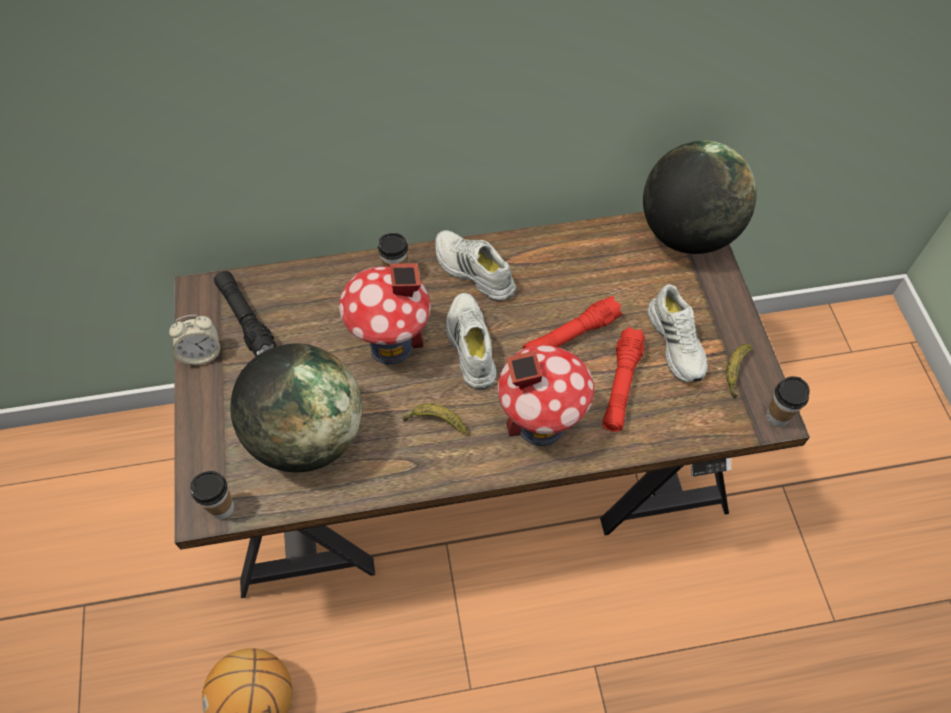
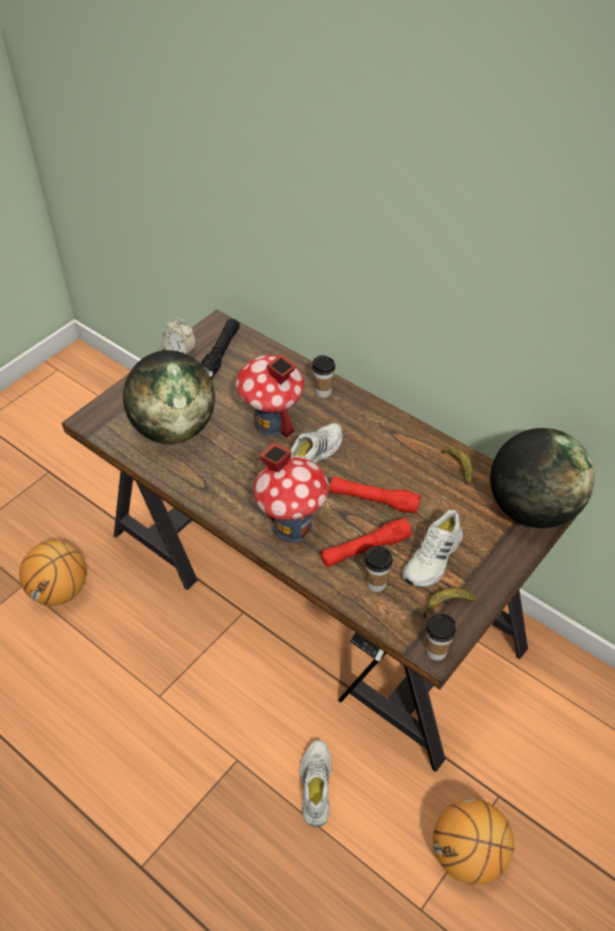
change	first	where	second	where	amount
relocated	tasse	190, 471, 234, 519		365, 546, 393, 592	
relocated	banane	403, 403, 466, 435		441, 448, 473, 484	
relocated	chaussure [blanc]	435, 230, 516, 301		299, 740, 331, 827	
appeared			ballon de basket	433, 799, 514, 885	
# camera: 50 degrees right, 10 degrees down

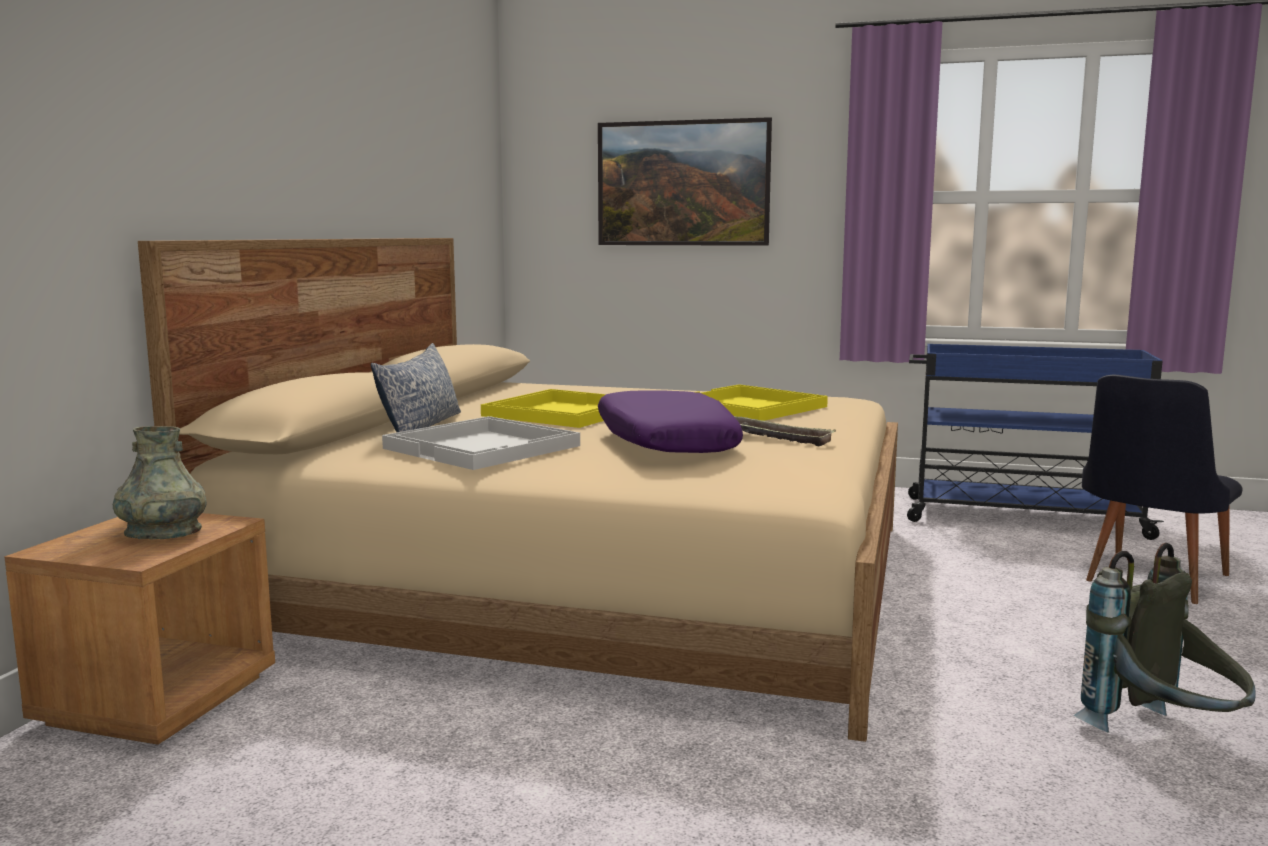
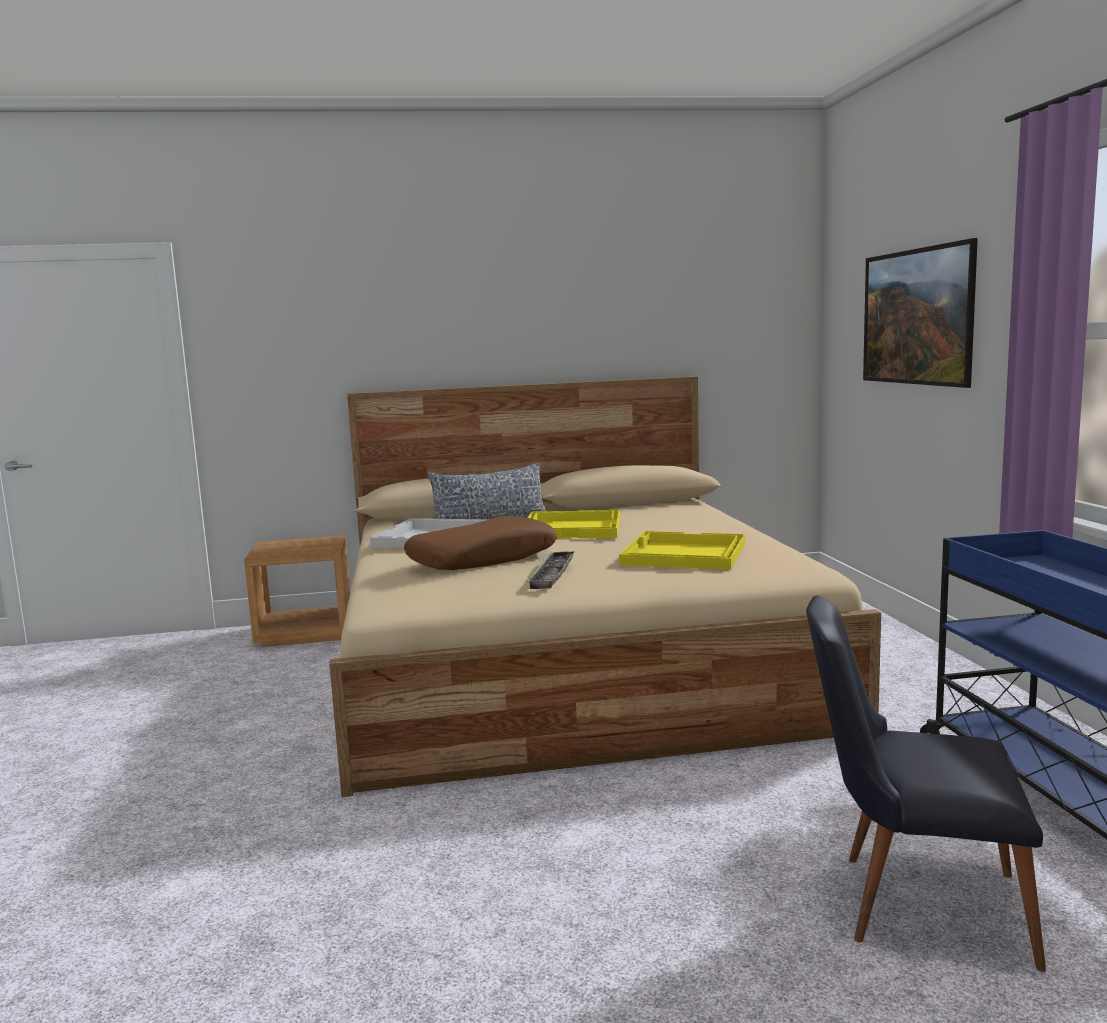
change	first	where	second	where	amount
missing	vase [gris]	113, 426, 207, 540			
colour	coussin [violet]	598, 390, 743, 453	coussin [marron]	404, 516, 556, 570	
missing	sac à dos [gris]	1074, 543, 1256, 733			
# camera: 65 degrees right, 0 degrees up

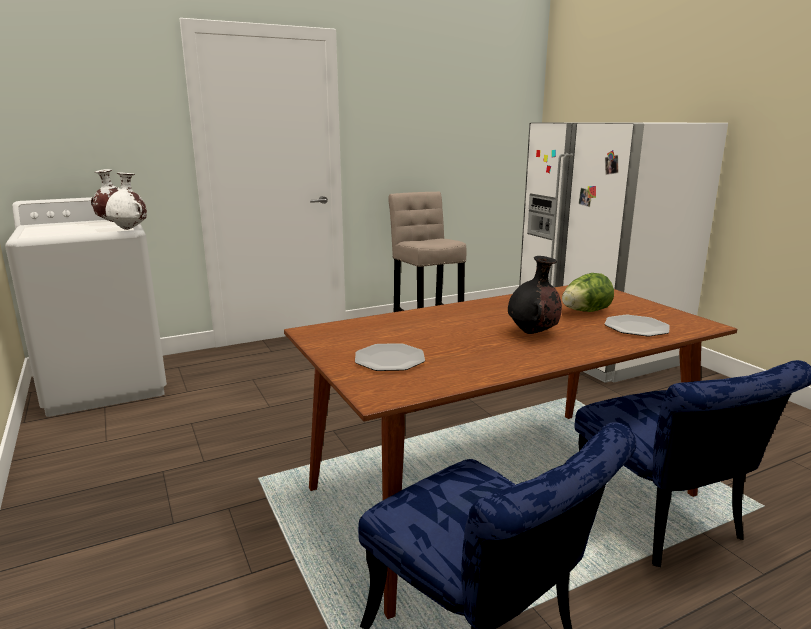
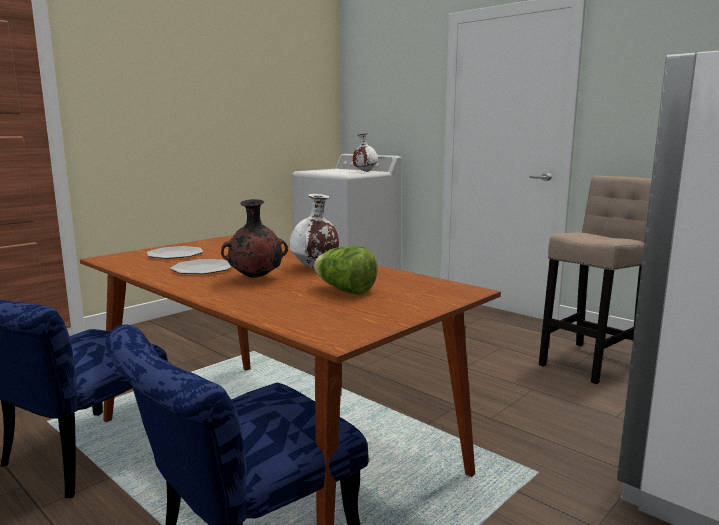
change	first	where	second	where	amount
relocated	vase [blanc]	106, 172, 147, 230		289, 194, 339, 268	
relocated	assiette	605, 315, 670, 336		170, 259, 232, 274	
# camera: 70 degrees right, 5 degrees down

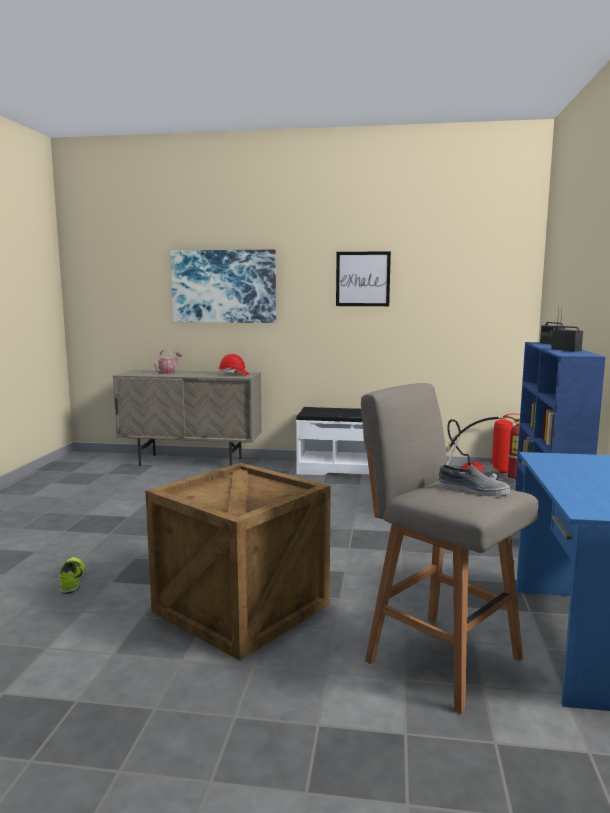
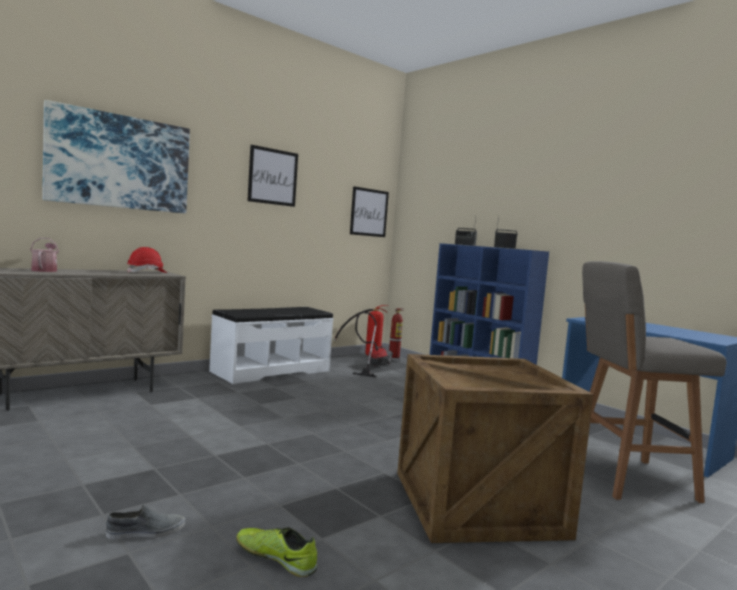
change	first	where	second	where	amount
relocated	chaussure [gris]	438, 464, 510, 496		106, 505, 185, 539	
appeared			tableau	350, 186, 389, 237	
# camera: 50 degrees left, 5 degrees down

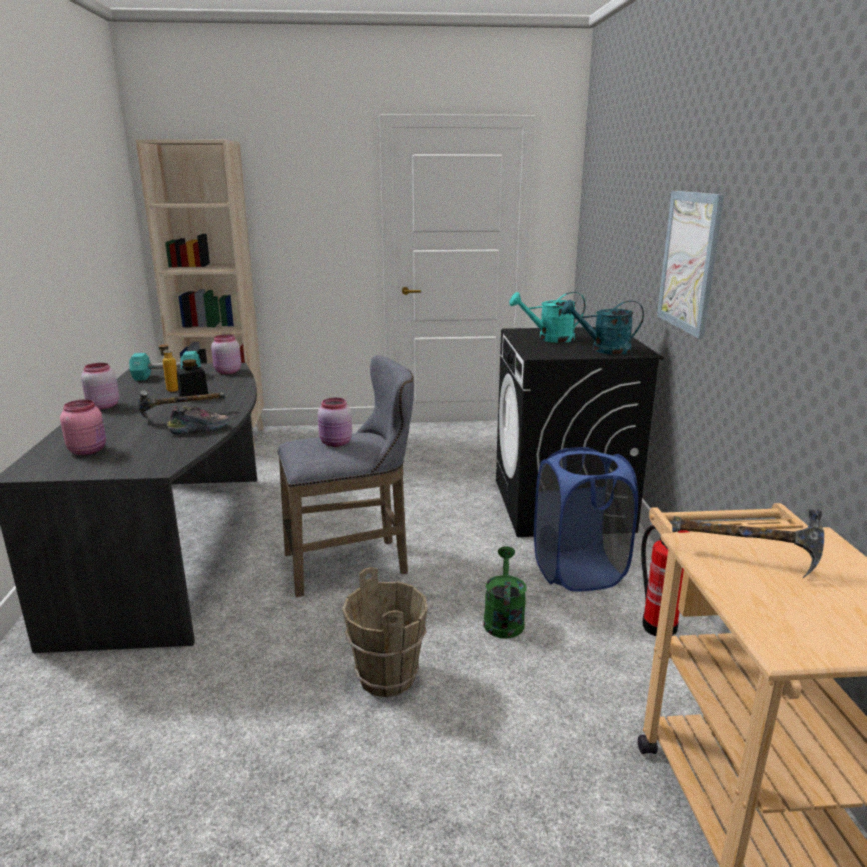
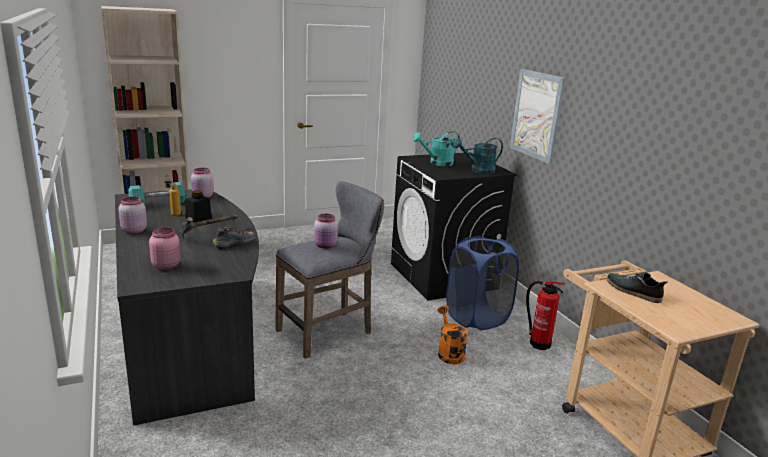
change	first	where	second	where	amount
missing	seau [marron]	342, 567, 428, 697			
colour	arrosoir [vert]	483, 546, 527, 639	arrosoir [orange]	438, 305, 468, 364	
exchanged	marteau	672, 509, 824, 578	chaussure	607, 272, 667, 303	
# camera: 20 degrees left, 0 degrees up

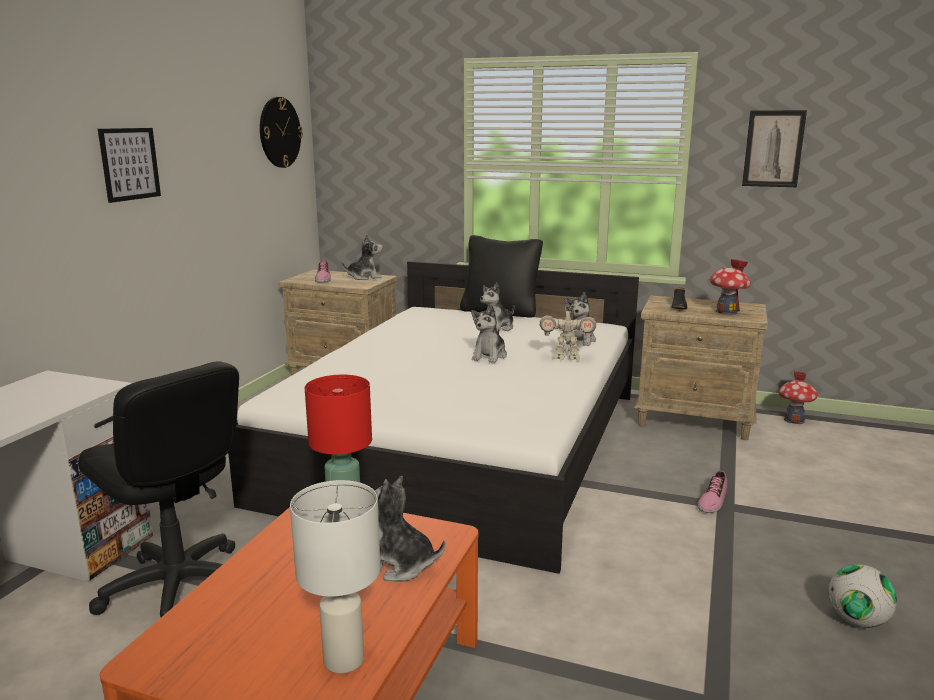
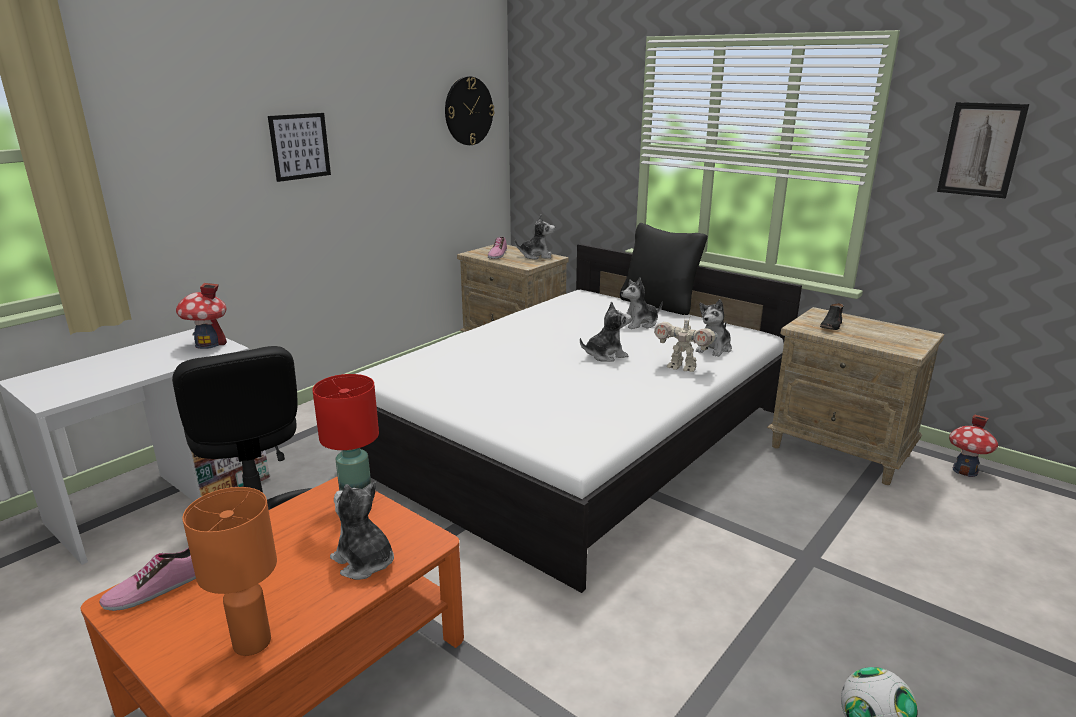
change	first	where	second	where	amount
colour	lampe de table [blanc]	290, 480, 380, 673	lampe de table [orange]	183, 487, 277, 656	
spun	peluche	471, 305, 507, 363		580, 302, 631, 362	150 degrees counterclockwise
relocated	chaussure	697, 471, 727, 513		99, 547, 196, 611	
relocated	maison miniature	710, 259, 751, 315		176, 283, 227, 349	
# camera: 20 degrees right, 5 degrees up

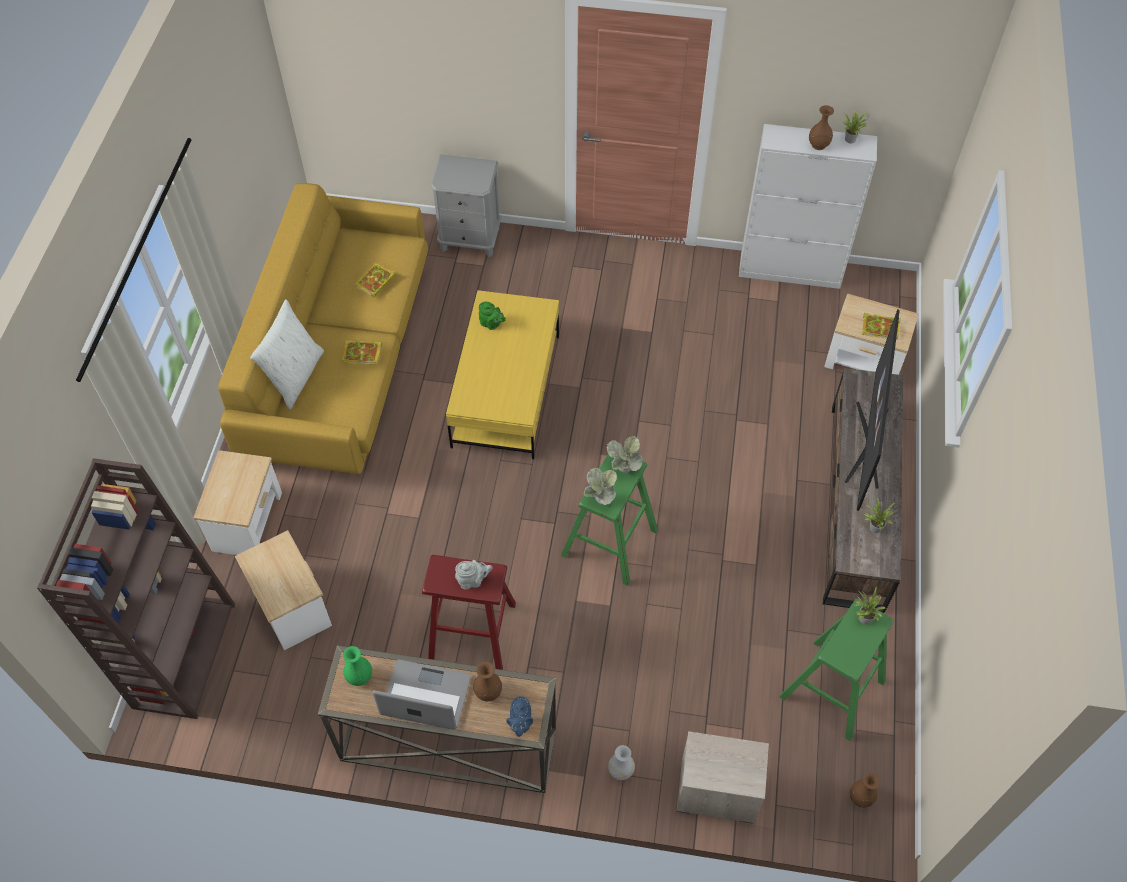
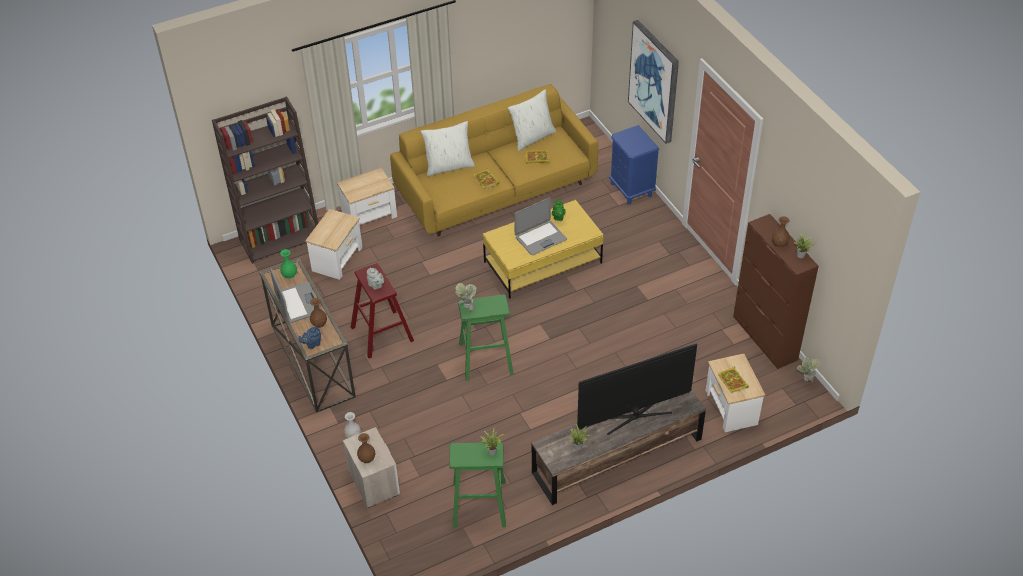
change	first	where	second	where	amount
colour	table de chevet [gris]	430, 154, 502, 257	table de chevet [bleu]	609, 125, 659, 205	
relocated	plante en pot	607, 436, 643, 473		797, 357, 820, 382	
colour	meuble de rangement [blanc]	739, 124, 877, 289	meuble de rangement [marron]	733, 214, 819, 369	
relocated	vase [marron]	850, 773, 880, 808		357, 433, 375, 463	
appeared			coussin [blanc]	508, 89, 556, 151	
appeared			ordinateur portable	514, 197, 567, 255	
appeared			tableau	628, 20, 679, 144	
# camera: 55 degrees right, 10 degrees down

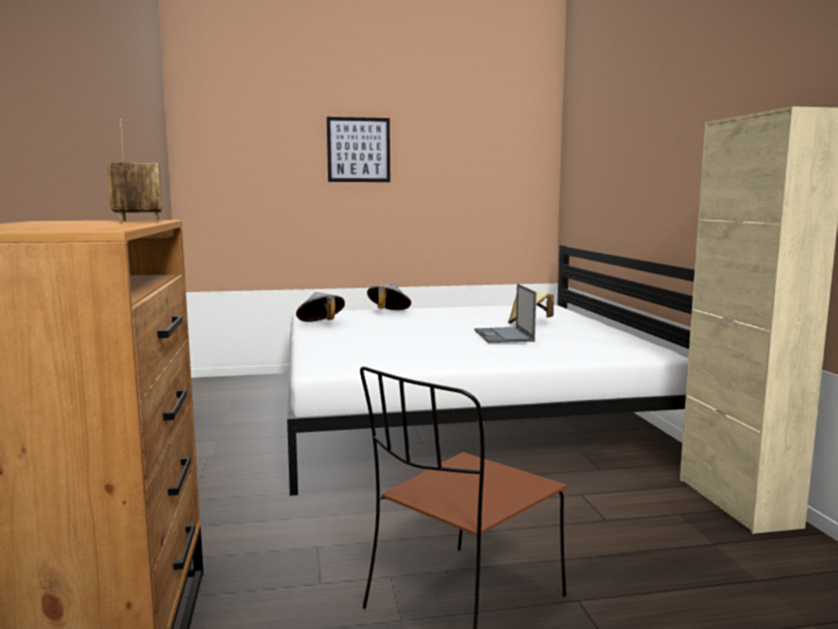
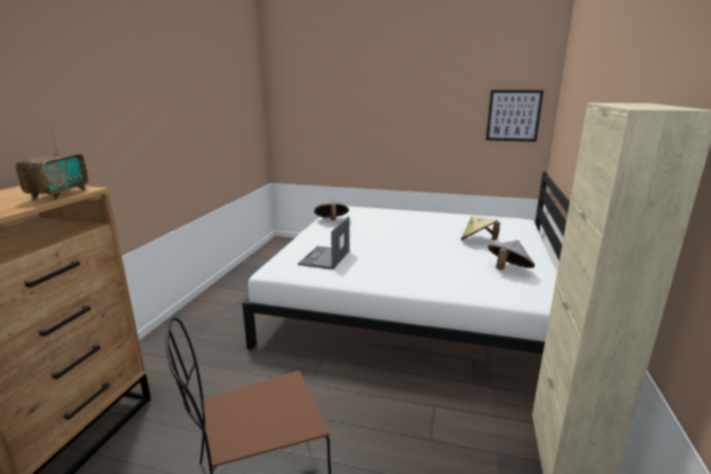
change	first	where	second	where	amount
relocated	tableau	327, 117, 390, 182		486, 90, 544, 142	
relocated	chapeau [gris]	367, 283, 411, 310		488, 240, 535, 270	
relocated	ordinateur portable	474, 284, 536, 343		298, 216, 350, 270	
# camera: 25 degrees right, 10 degrees up

